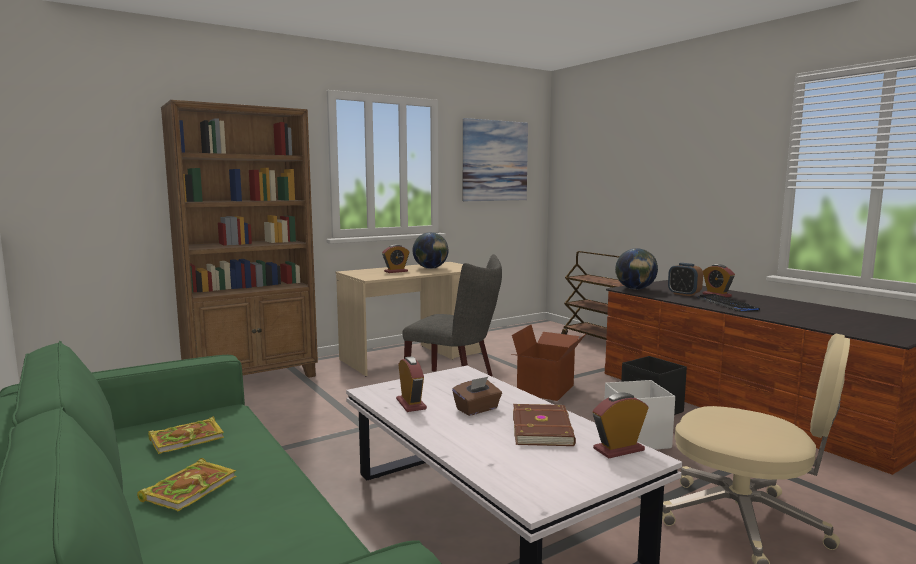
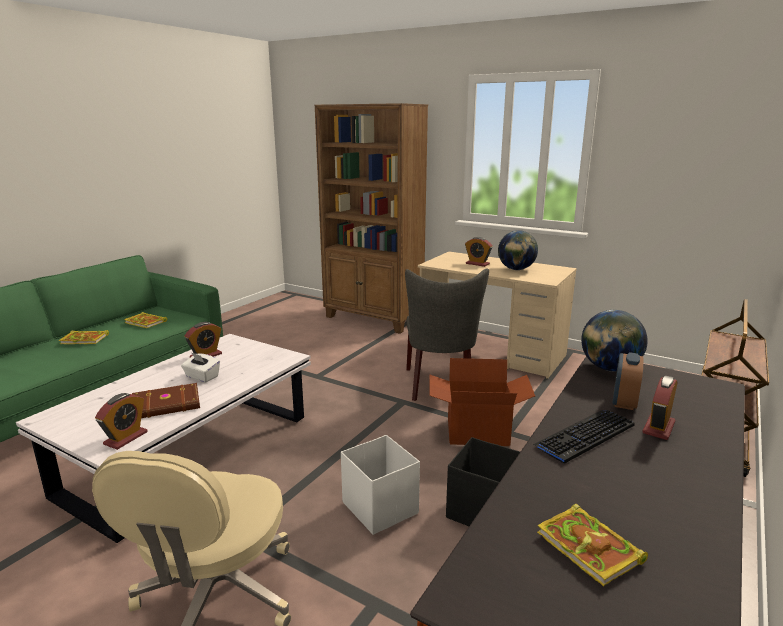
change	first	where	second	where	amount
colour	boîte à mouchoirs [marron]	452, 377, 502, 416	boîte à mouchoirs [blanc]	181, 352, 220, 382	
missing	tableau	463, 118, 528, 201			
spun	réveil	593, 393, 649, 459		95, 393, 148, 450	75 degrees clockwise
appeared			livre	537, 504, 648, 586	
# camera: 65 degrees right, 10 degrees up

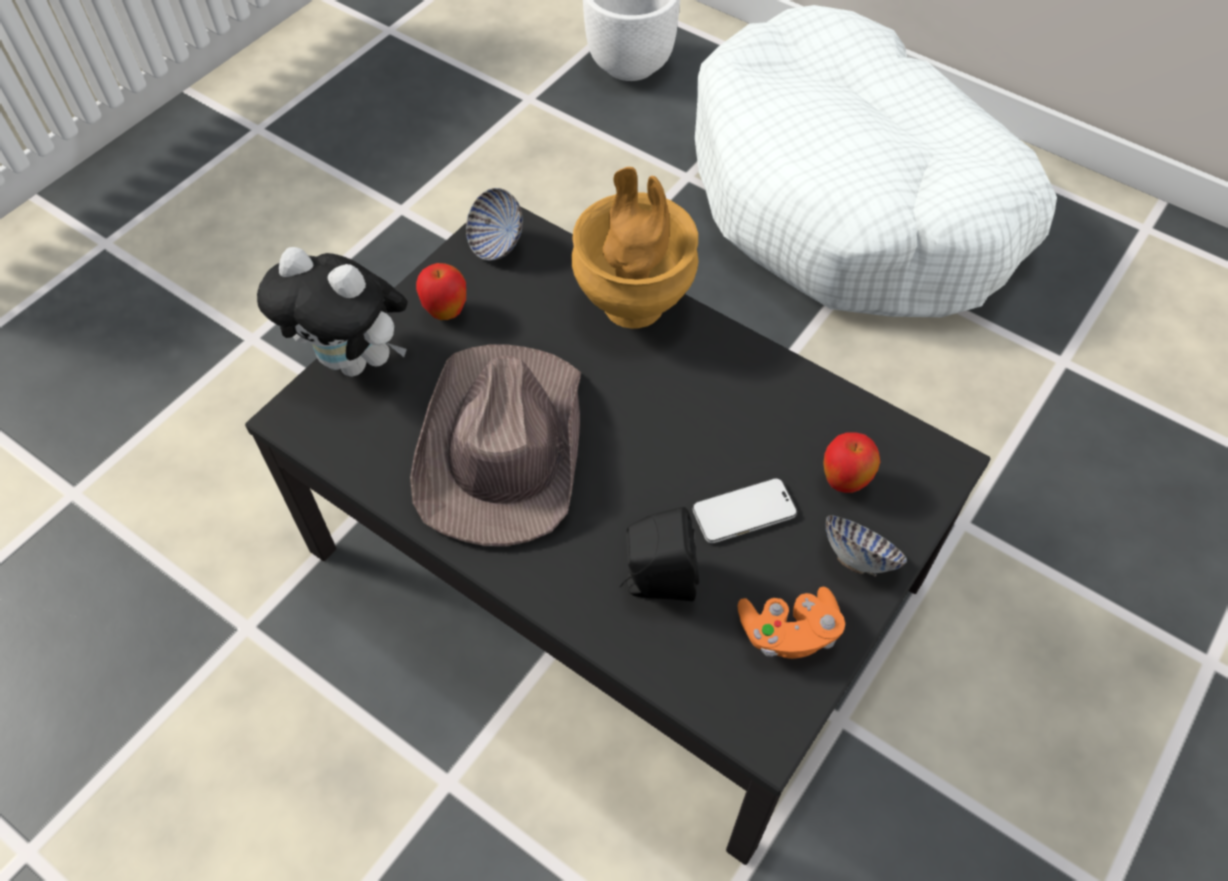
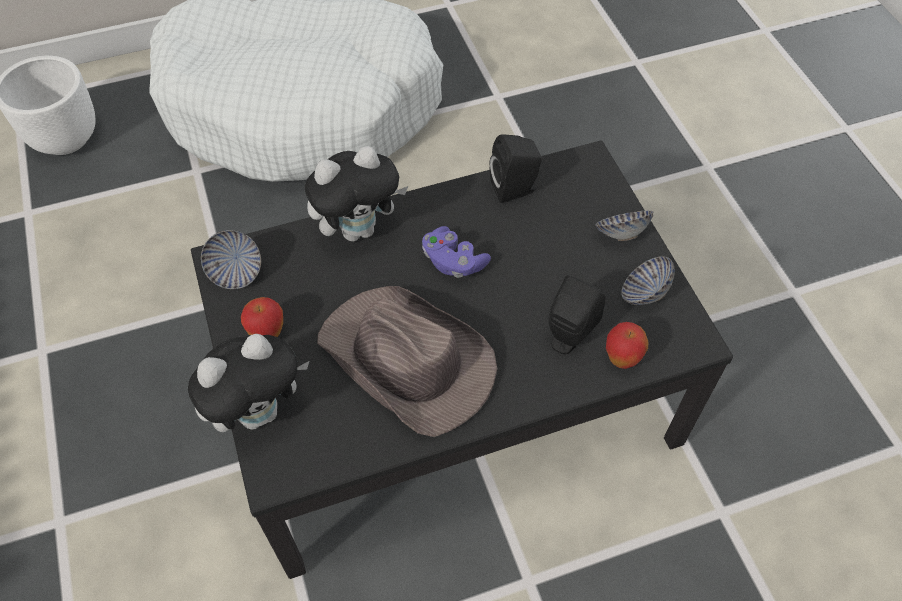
change	first	where	second	where	amount
exchanged	vase [marron]	572, 167, 698, 329	peluche	305, 146, 408, 241	
missing	téléphone	693, 478, 797, 543			
exchanged	manette [orange]	738, 587, 845, 659	bol	621, 256, 675, 305	
relocated	pomme	823, 432, 880, 493		606, 322, 648, 369	
appeared			manette [violet]	422, 226, 491, 278	
appeared			enceinte [noir]	490, 135, 542, 203	
# camera: 55 degrees left, 0 degrees up

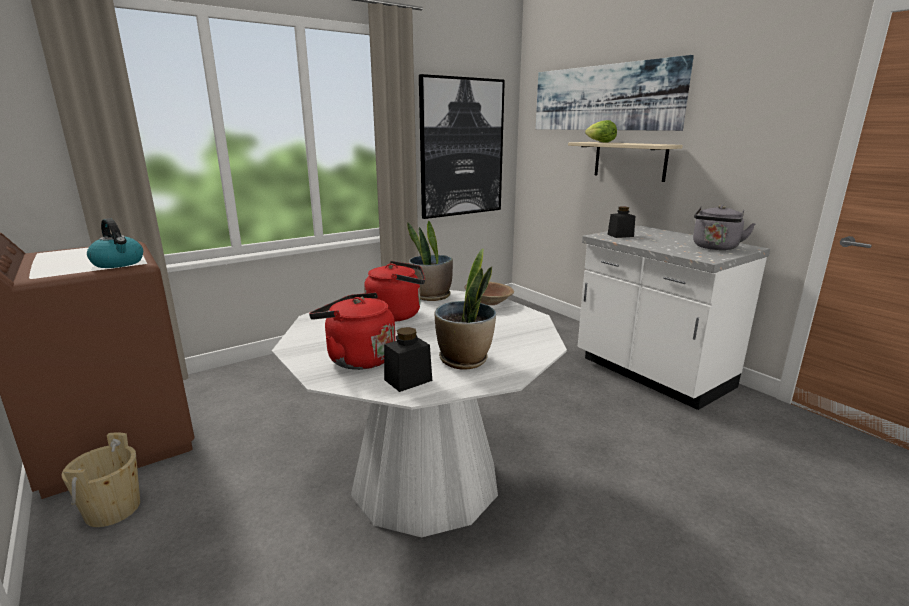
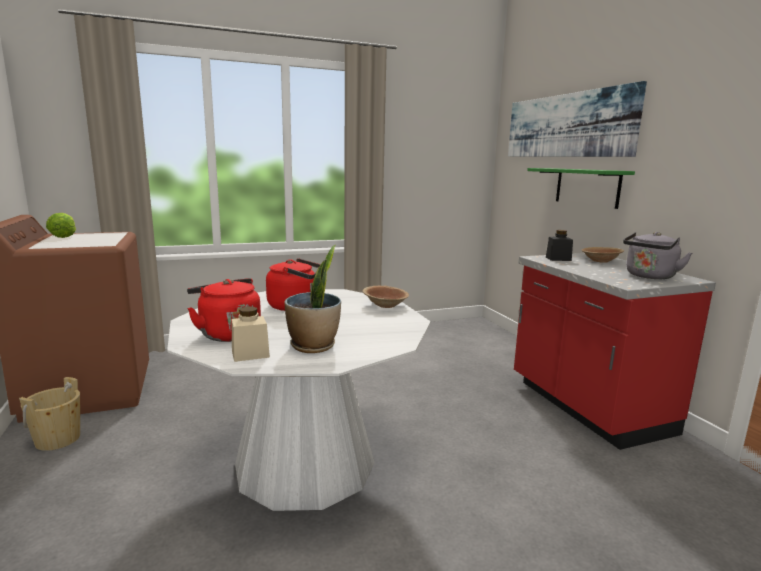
change	first	where	second	where	amount
missing	bouilloire	87, 218, 143, 268			
colour	bocal [noir]	384, 327, 432, 392	bocal [beige]	231, 306, 270, 362	
missing	plante en pot	407, 221, 453, 301			
missing	tableau	419, 74, 505, 219			
colour	étagère [beige]	568, 142, 683, 182	étagère [vert]	527, 168, 635, 209	
colour	comptoir de cuisine [blanc]	578, 225, 770, 410	comptoir de cuisine [rouge]	514, 253, 716, 450	
relocated	laitue	585, 120, 617, 143		46, 213, 76, 238	
appeared			bol [marron]	582, 247, 624, 263	
# camera: 15 degrees right, 5 degrees down

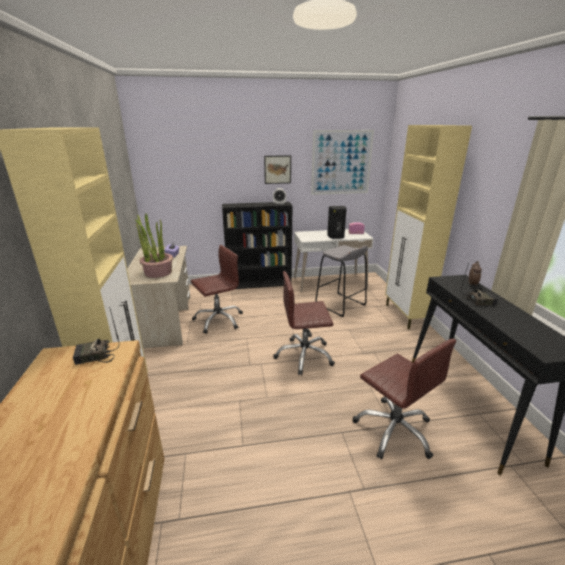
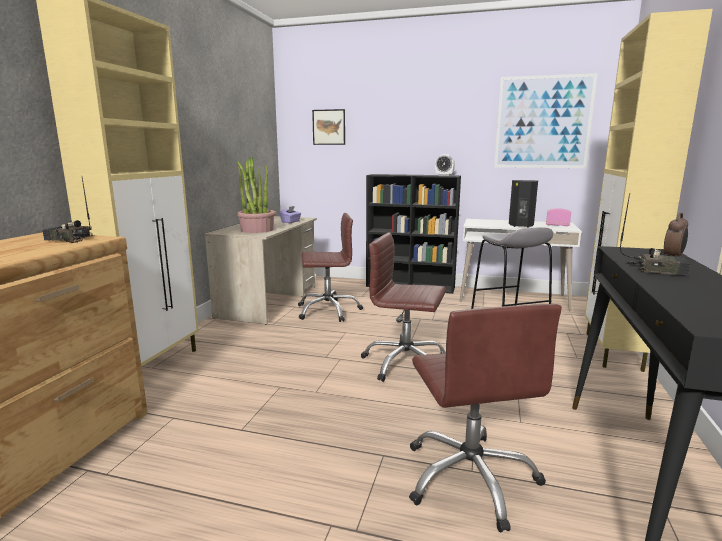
change	first	where	second	where	amount
relocated	tableau	264, 155, 291, 184		312, 109, 345, 145	
# camera: 25 degrees right, 10 degrees down

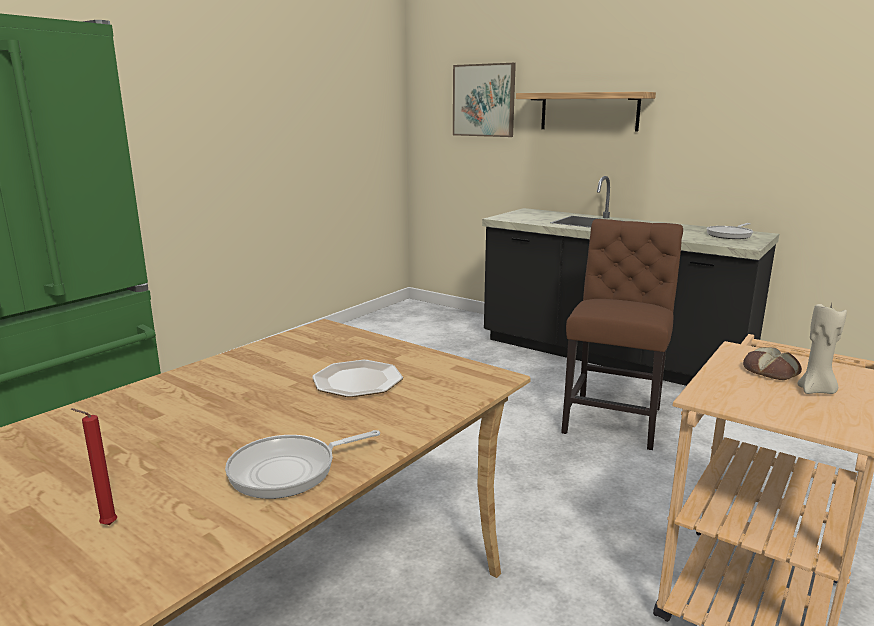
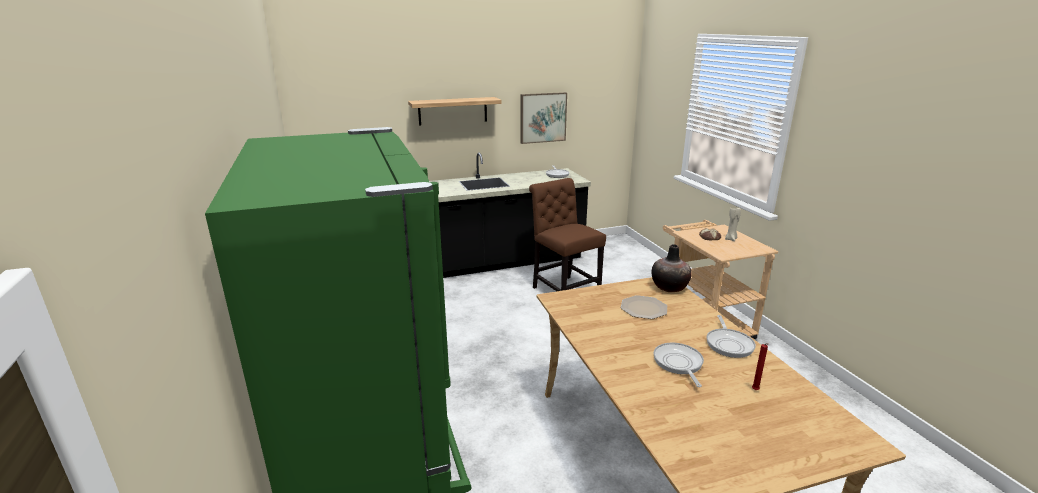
change	first	where	second	where	amount
relocated	tableau	453, 63, 516, 137		521, 92, 567, 144	
appeared			vase	651, 244, 692, 292	
appeared			poêle	654, 343, 704, 387	
# camera: 55 degrees left, 5 degrees up

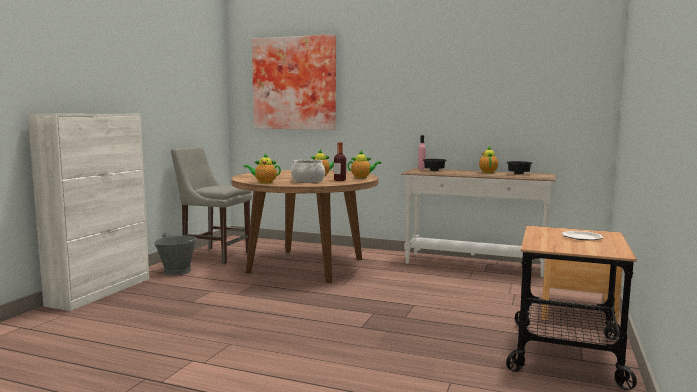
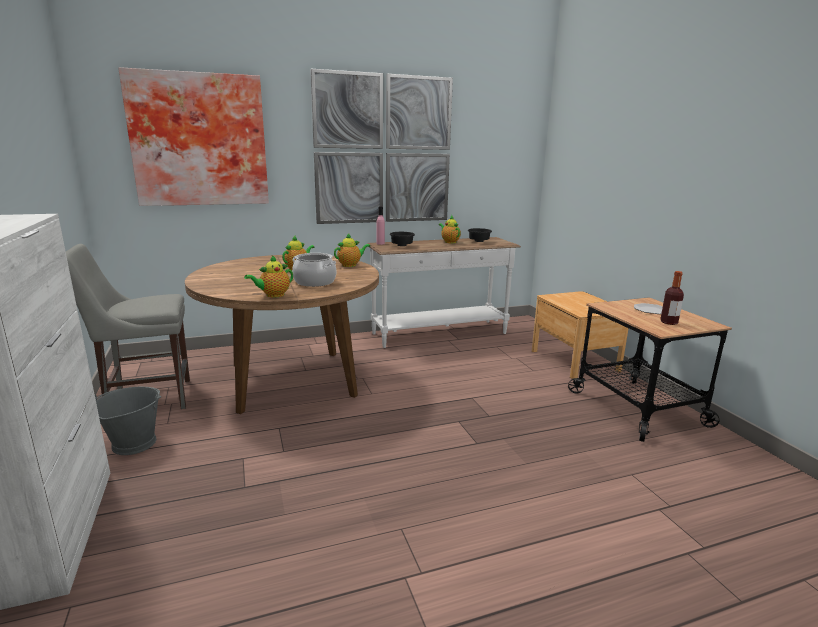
change	first	where	second	where	amount
relocated	bouteille	334, 142, 346, 181		660, 271, 684, 325	
appeared			tableau	310, 69, 453, 224	
# camera: 40 degrees left, 10 degrees up

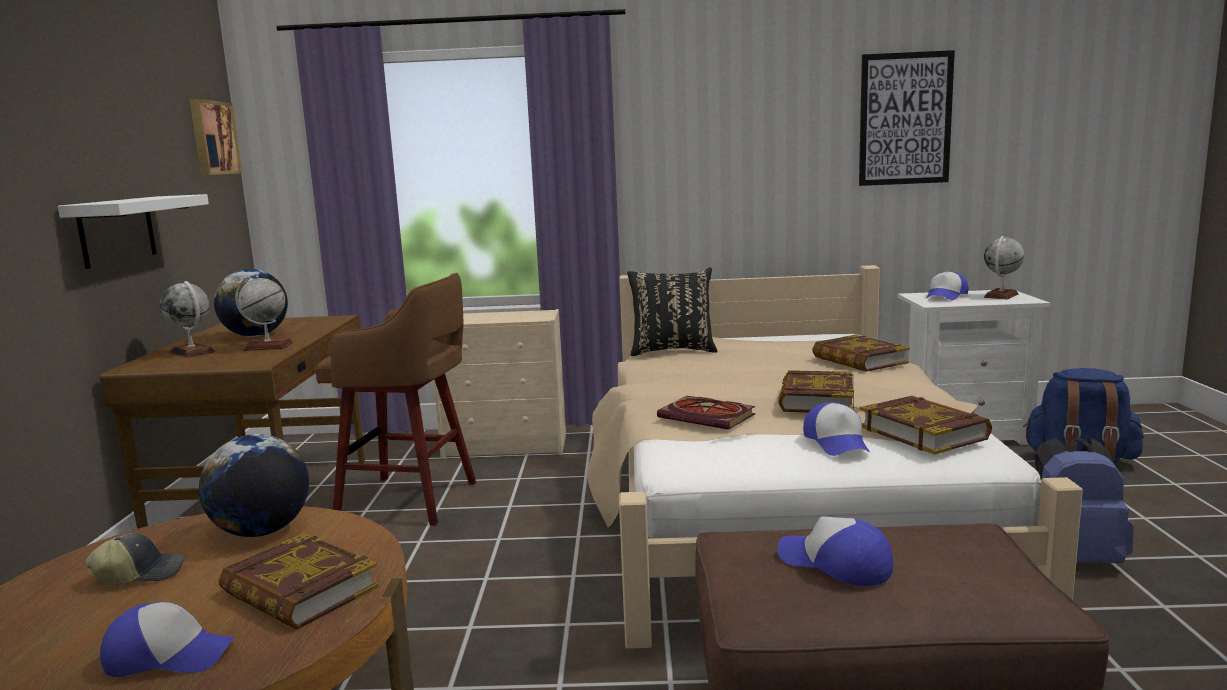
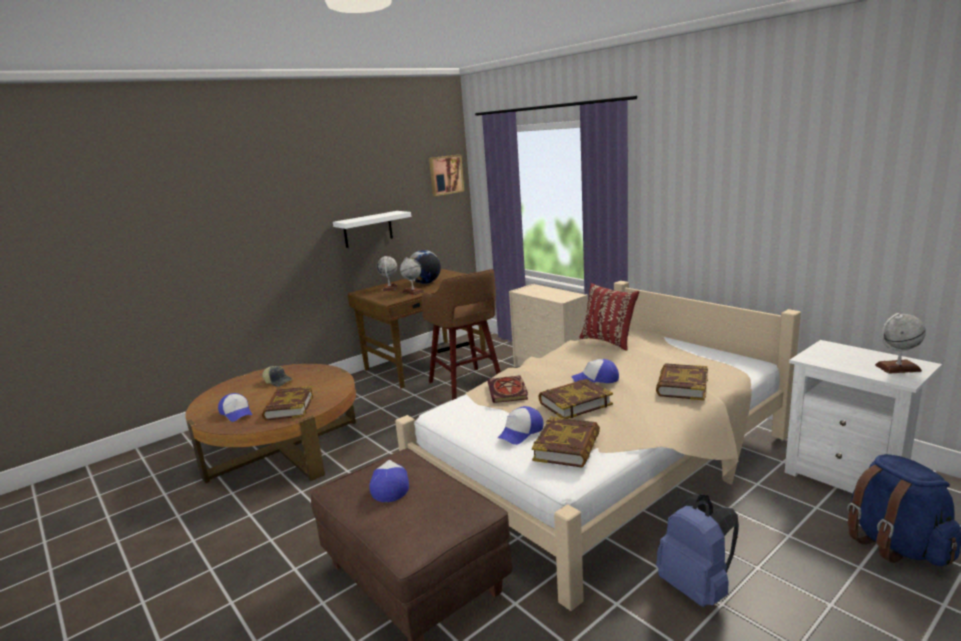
change	first	where	second	where	amount
missing	globe	199, 434, 309, 537			
colour	coussin [noir]	627, 267, 718, 356	coussin [rouge]	579, 283, 639, 351	
missing	tableau	859, 50, 955, 186			
relocated	casquette	926, 271, 968, 300		571, 359, 619, 383	
# camera: 50 degrees right, 5 degrees up

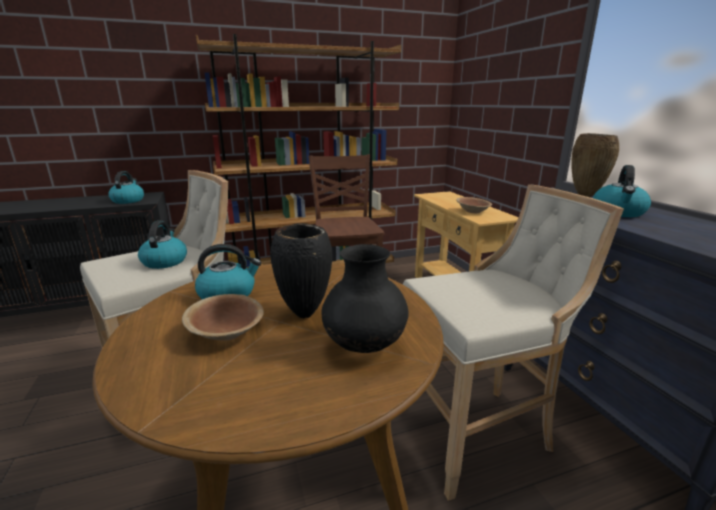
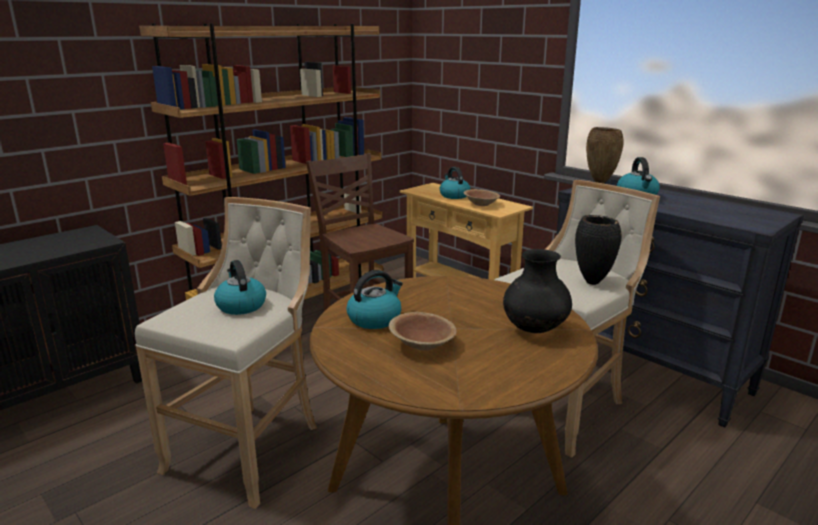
change	first	where	second	where	amount
relocated	bouilloire	108, 171, 144, 204		440, 167, 470, 199	
relocated	vase [noir]	270, 223, 333, 318		575, 215, 622, 285	
# camera: 25 degrees left, 0 degrees up

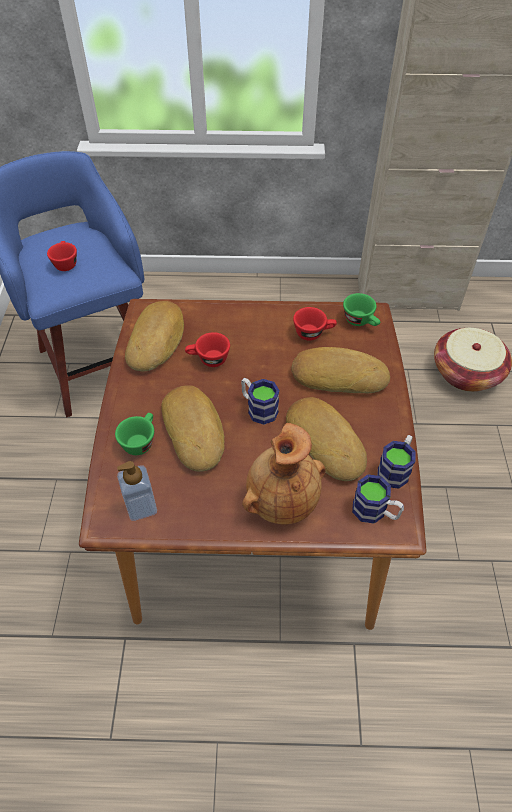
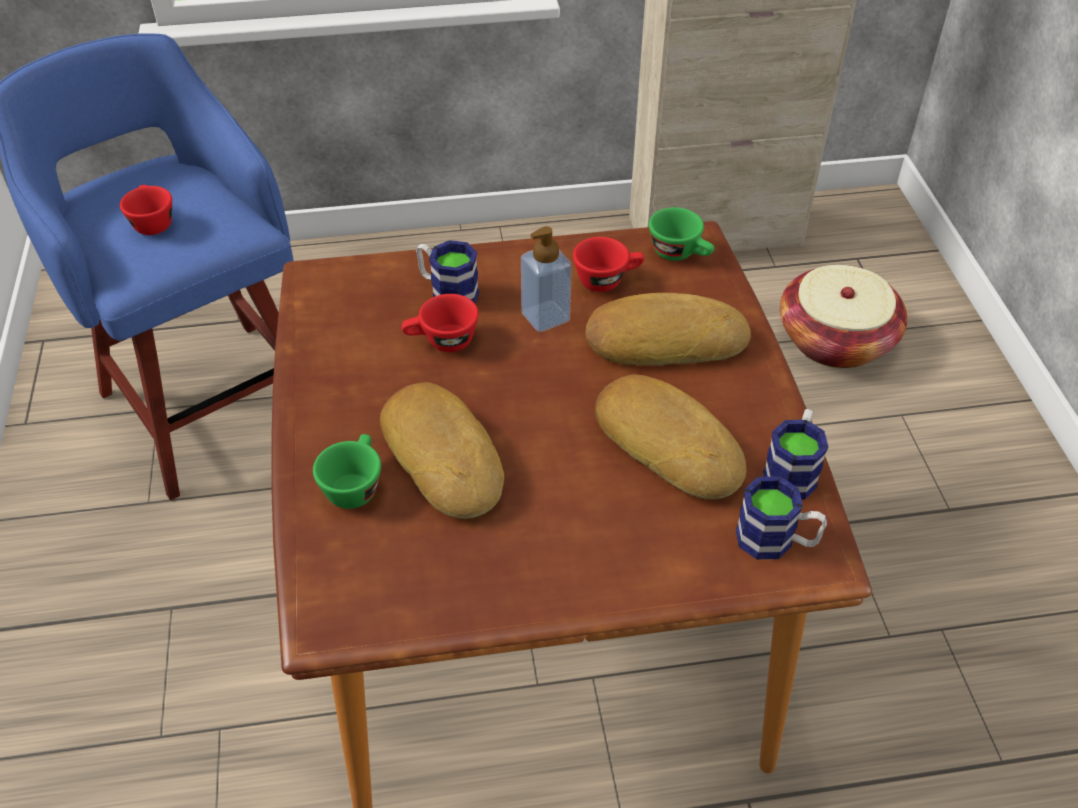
change	first	where	second	where	amount
relocated	distributeur de savon	117, 461, 157, 521		521, 226, 572, 332	
missing	pain	125, 301, 184, 371			
relocated	mug	241, 378, 280, 425		416, 240, 479, 304	
missing	vase [marron]	242, 423, 326, 524			
# camera: 10 degrees left, 5 degrees down

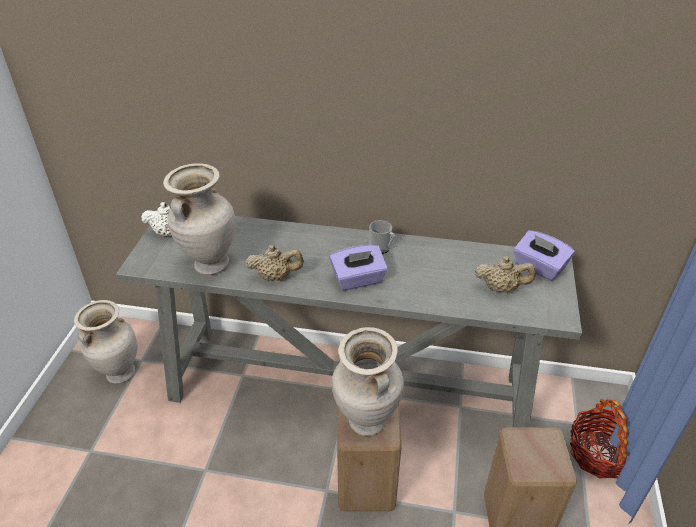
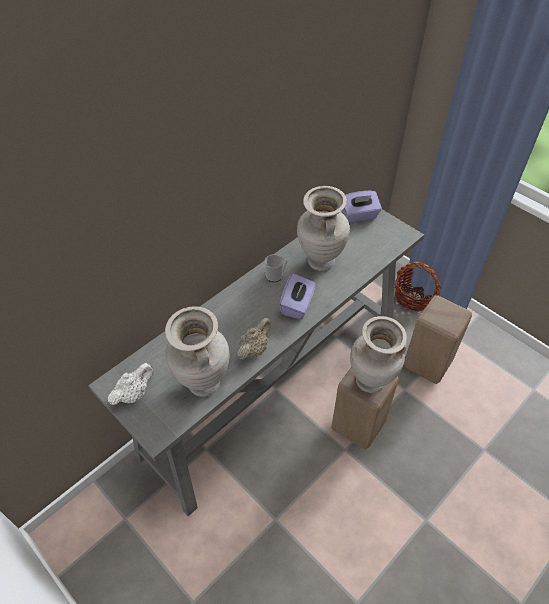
change	first	where	second	where	amount
relocated	vase [beige]	74, 300, 138, 384		297, 186, 350, 271	
missing	théière [beige]	475, 256, 536, 293			
# camera: 55 degrees left, 10 degrees up

